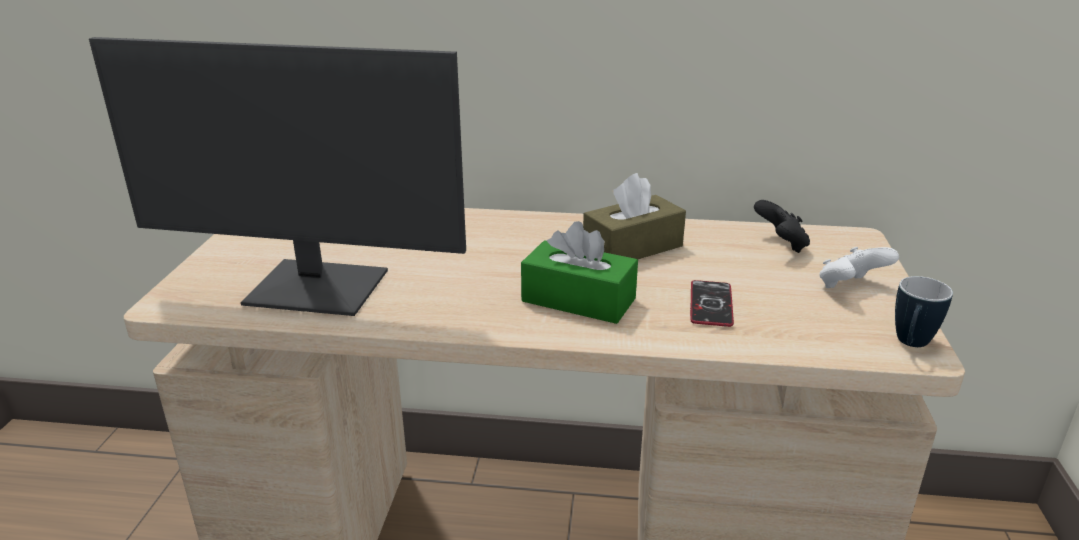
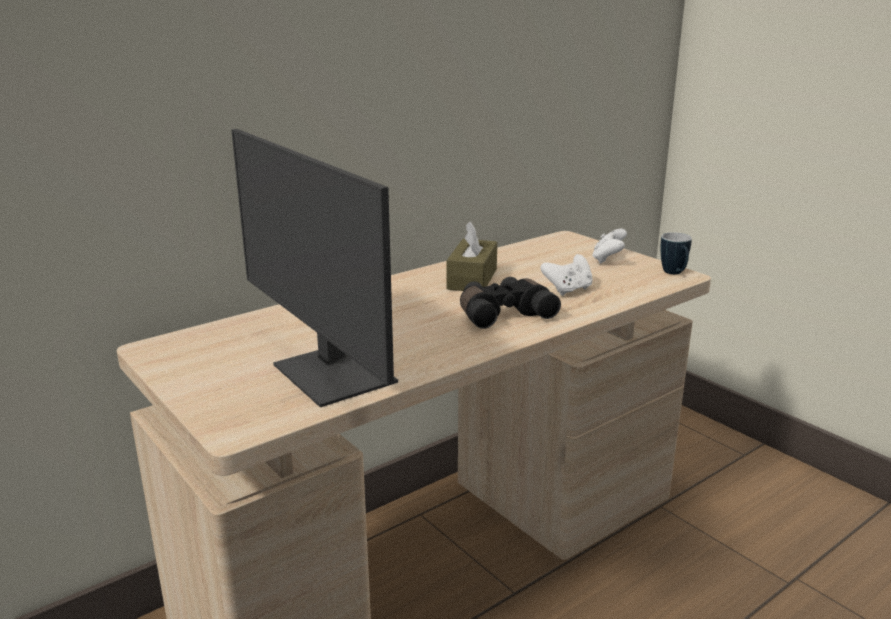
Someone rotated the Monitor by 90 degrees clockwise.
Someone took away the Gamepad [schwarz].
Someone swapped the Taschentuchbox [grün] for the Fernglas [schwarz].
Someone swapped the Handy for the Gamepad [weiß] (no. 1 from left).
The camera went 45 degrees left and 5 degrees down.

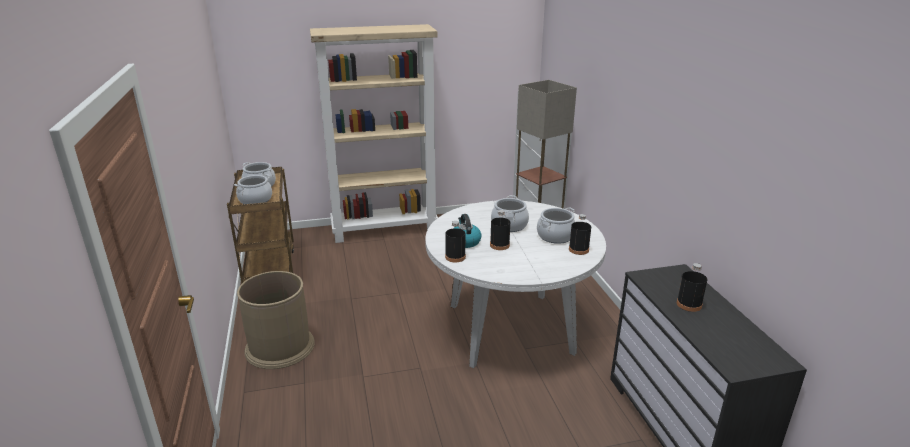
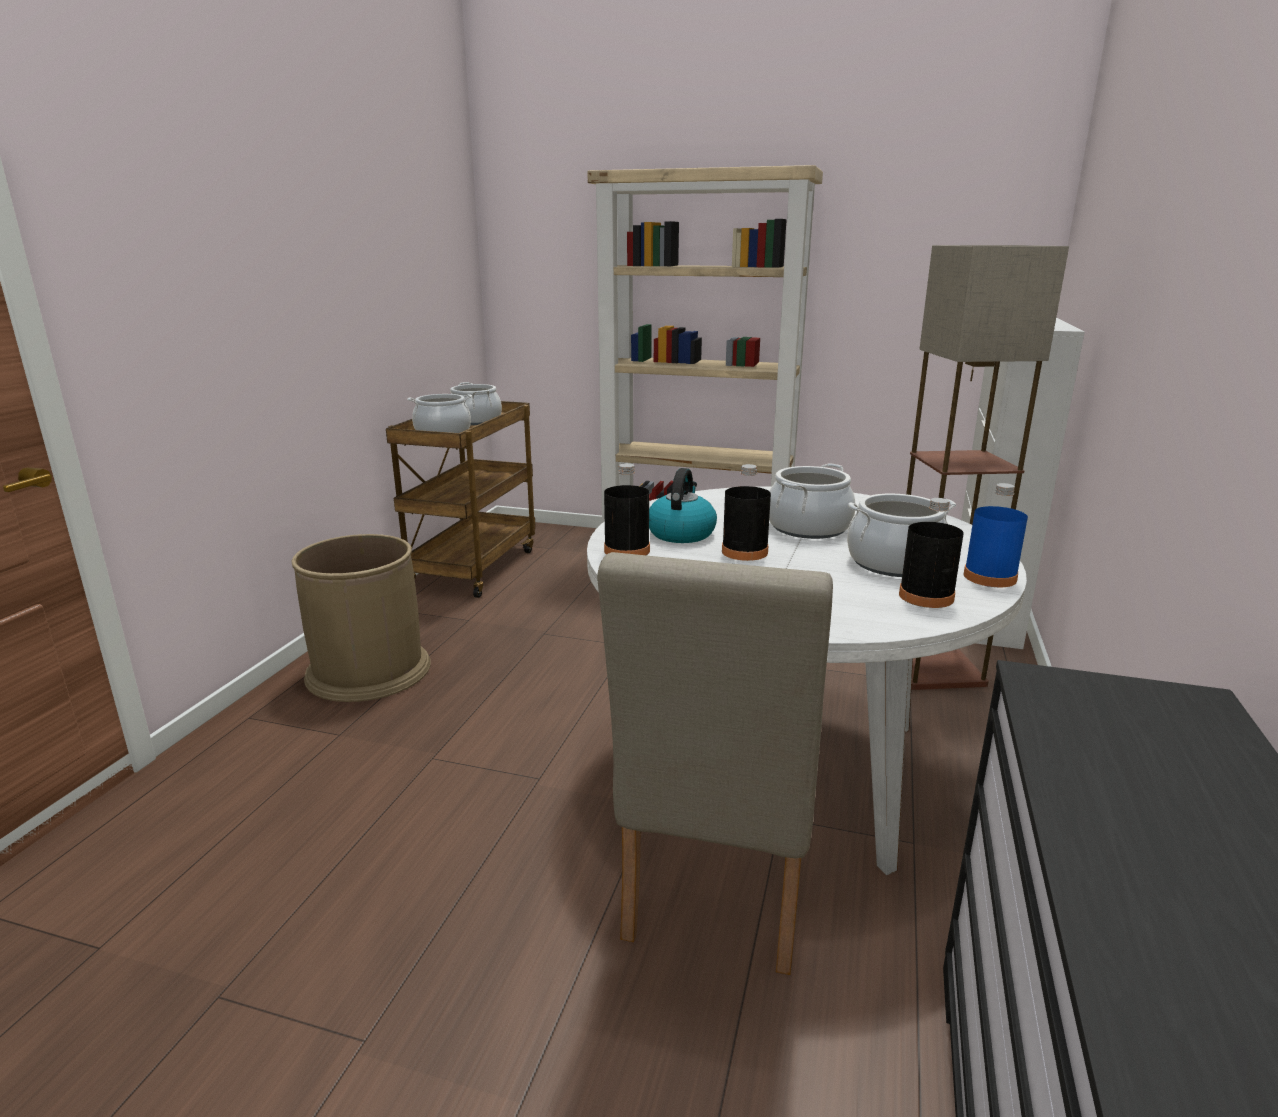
Someone took away the Flasche [schwarz] (no. 4 from left).
Someone put down the Flasche [blau].
Someone put down the Stuhl [beige].
The camera went 30 degrees right and 5 degrees down.

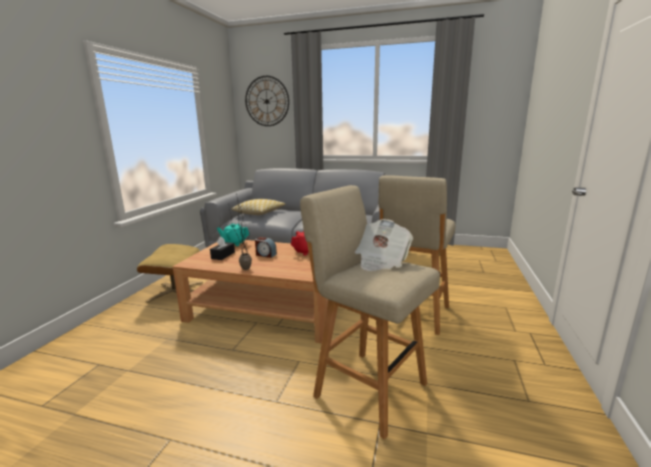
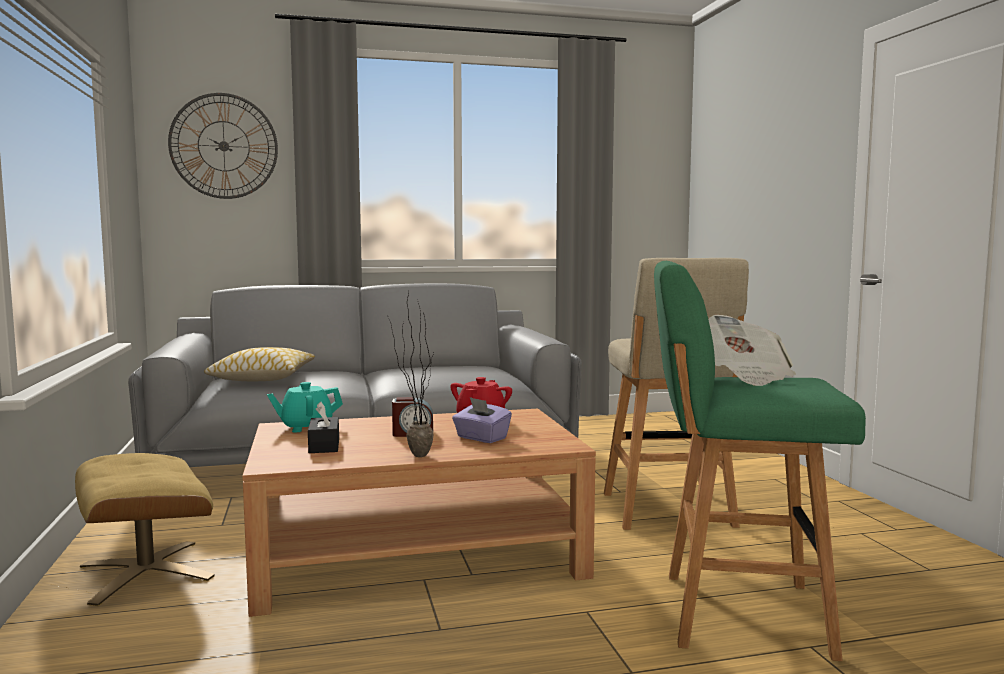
Someone repainted the Hocker [beige] (no. 1 from left), which became the Hocker [grün].
Someone put down the Taschentuchbox [lila].
The camera went 30 degrees left and 10 degrees down.

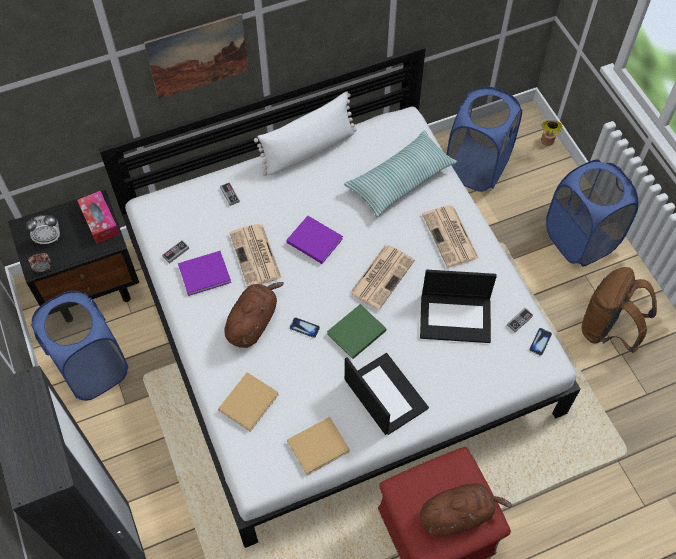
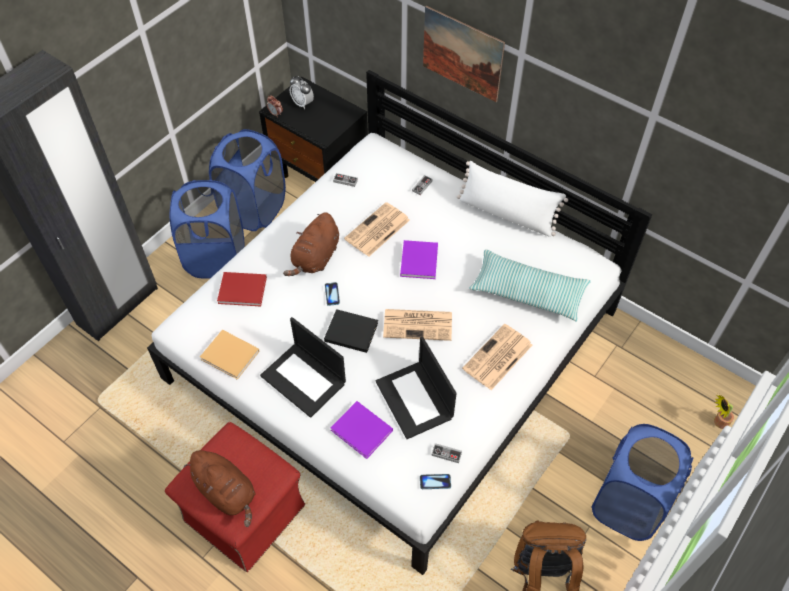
Someone carried the Wäschekorb [blau] (no. 2 from left in the first image).
Someone took away the Taschentuchbox.
Someone carried the Buch [lila] (no. 1 from left).
Someone rotated the Plüschtier [braun] (no. 1 from left in the first image) by 120 degrees clockwise.
Someone repainted the Buch [grün], which became the Buch [schwarz].
Someone rotated the Laptop (no. 1 from left) by 105 degrees clockwise.
Someone repainted the Buch [beige] (no. 1 from left), which became the Buch [rot].
The camera went 60 degrees right and 5 degrees down.

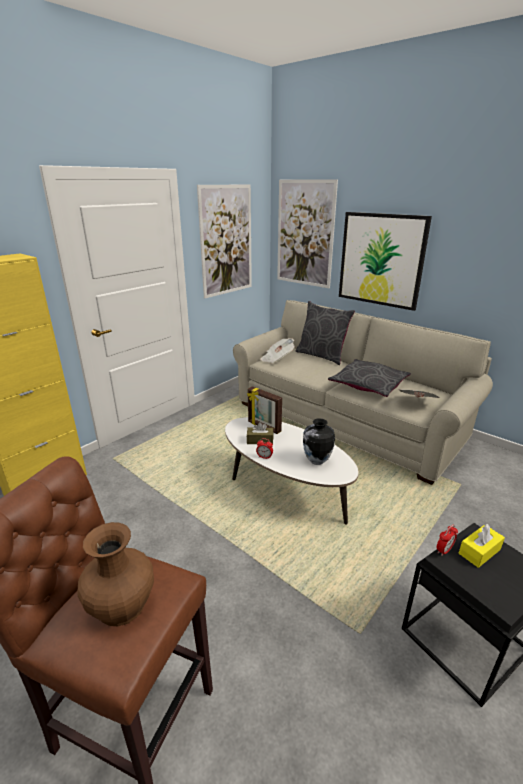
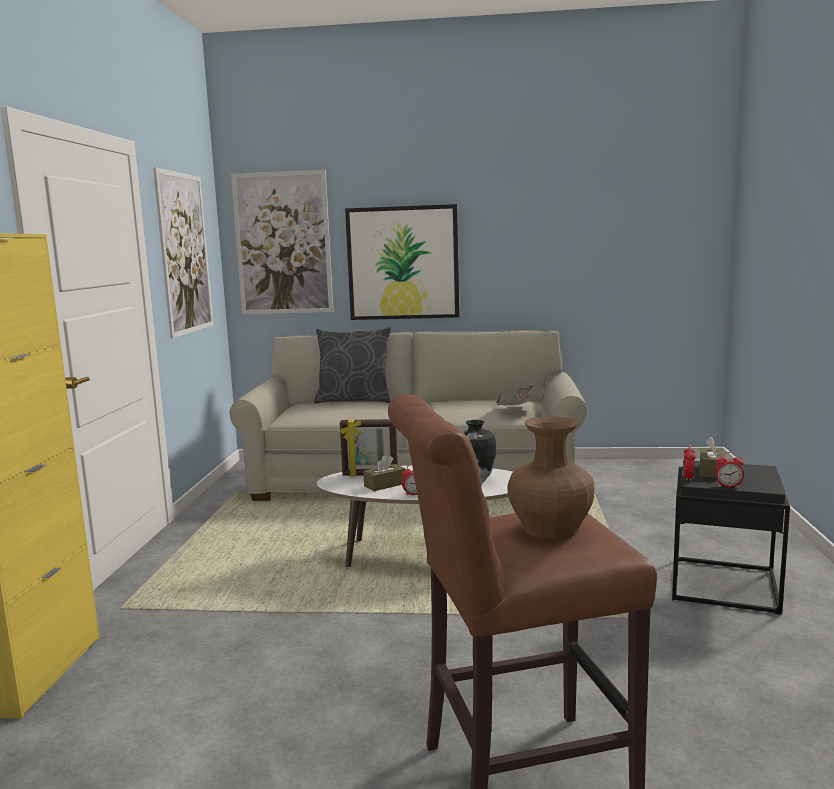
Someone took away the Zeitung (no. 1 from left).
Someone took away the Kissen [grau] (no. 2 from left).
Someone repainted the Taschentuchbox [gelb], which became the Taschentuchbox [braun] (no. 2 from left).
Someone put down the Wecker (no. 3 from left).
The camera went 35 degrees left and 15 degrees down.

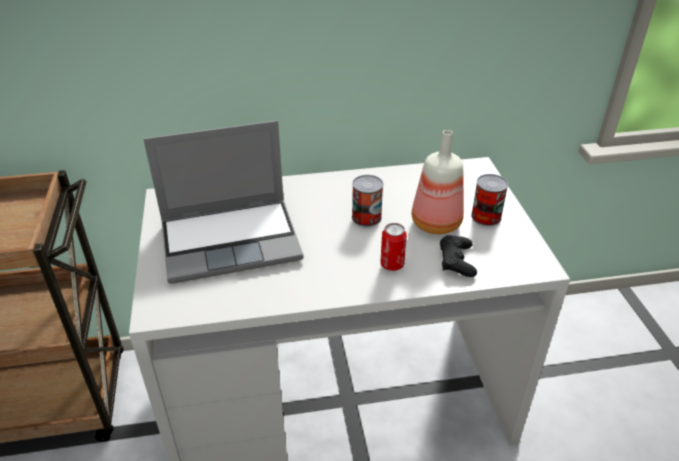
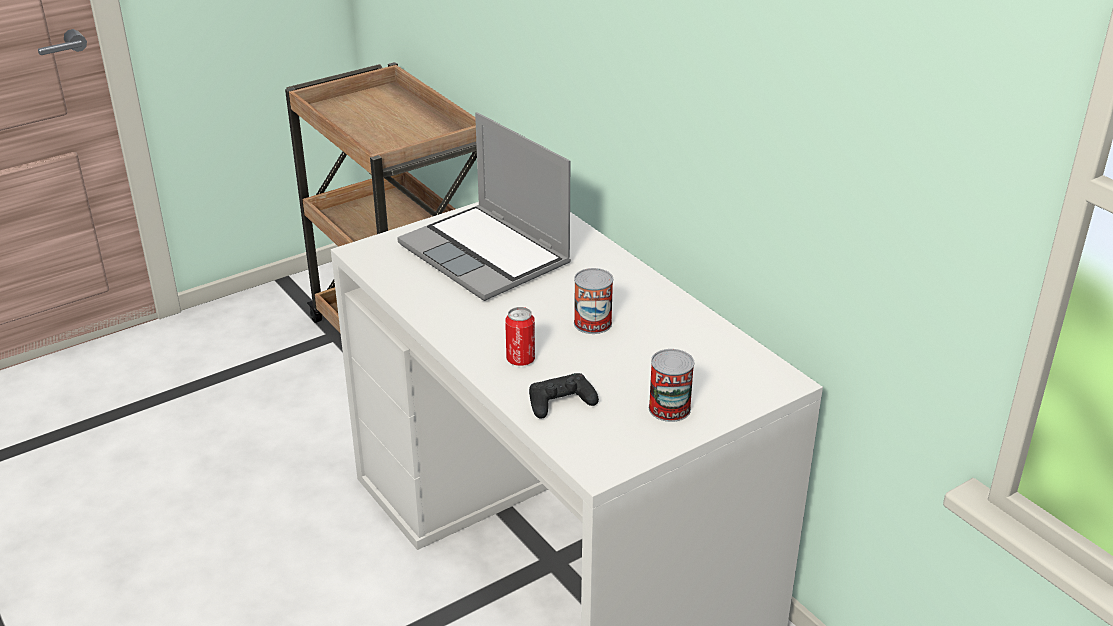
Someone took away the Flasche.
The camera went 65 degrees right and 5 degrees down.

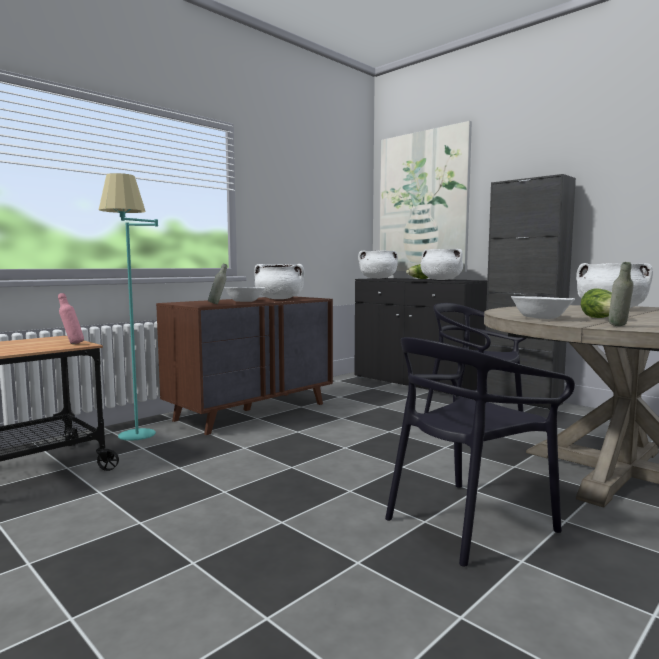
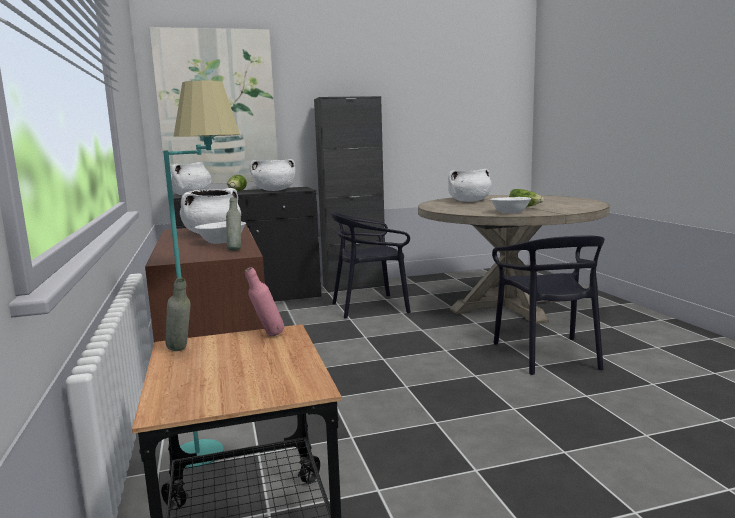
Someone carried the Flasche [grau] (no. 2 from left in the first image).
The camera went 60 degrees left and 5 degrees up.

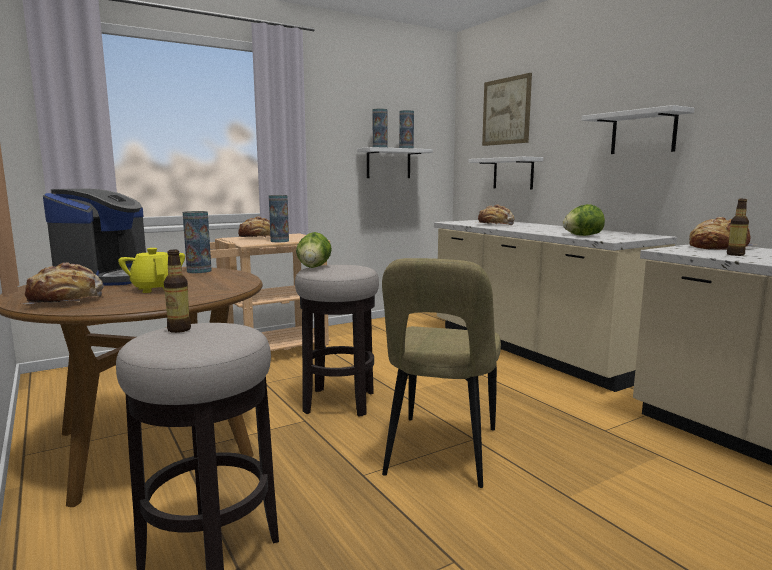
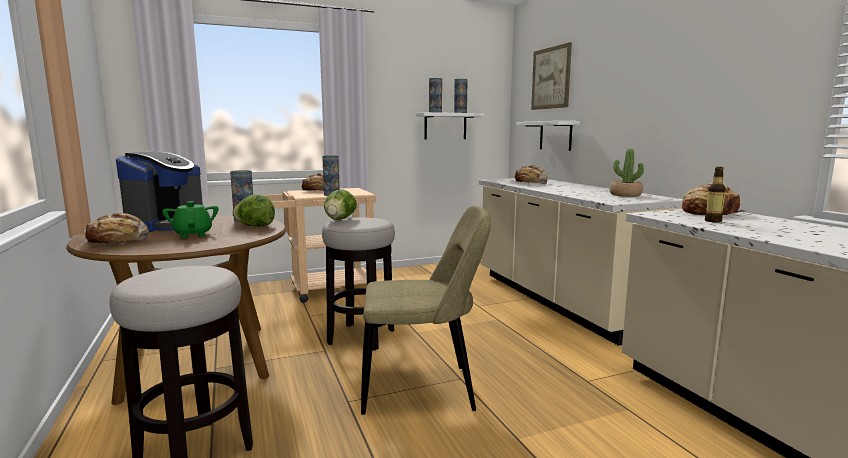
Someone took away the Wandregal [weiß] (no. 3 from left).
Someone carried the Salatkopf (no. 2 from left in the first image).
Someone repainted the Teekanne [gelb], which became the Teekanne [grün].
Someone took away the Flasche (no. 1 from left).
Someone rotated the Stuhl [beige] by 120 degrees counterclockwise.
Someone put down the Topfpflanze.
The camera went 10 degrees right and 0 degrees up.

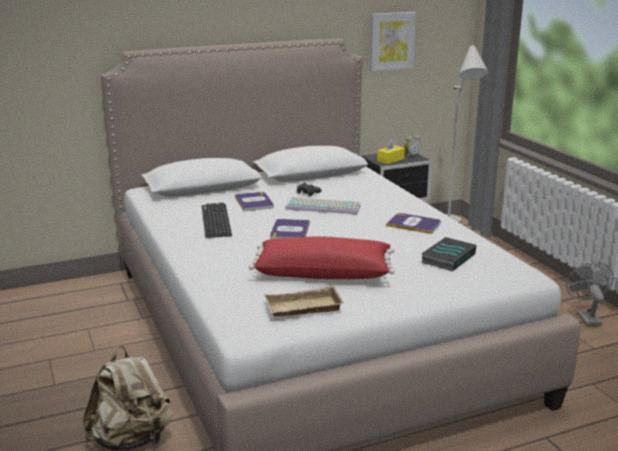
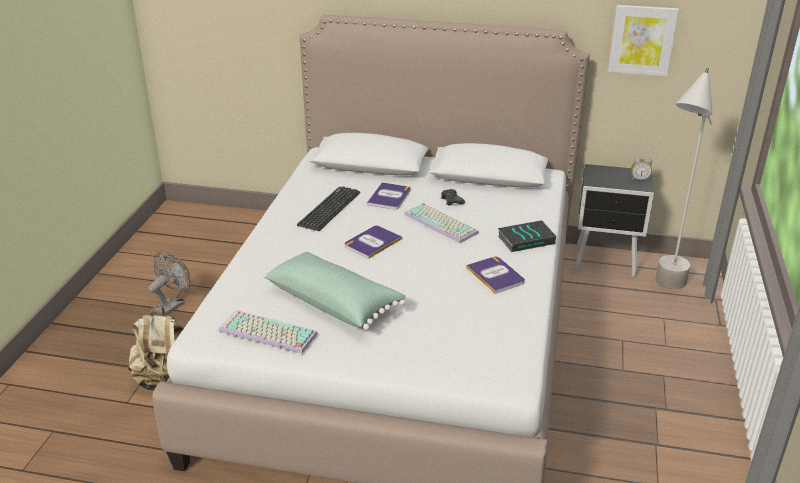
Someone took away the Taschentuchbox [gelb].
Someone repainted the Kissen [rot], which became the Kissen [grün].
Someone carried the Buch (no. 4 from left).
Someone carried the Ventilator [grau].
Someone swapped the Tablett [beige] for the Tastatur (no. 1 from left).
The camera went 35 degrees right and 10 degrees up.

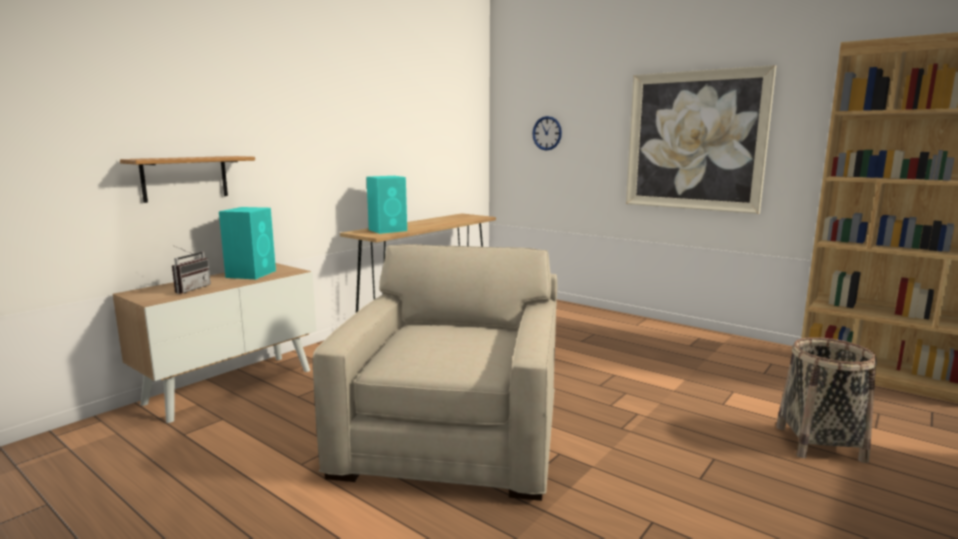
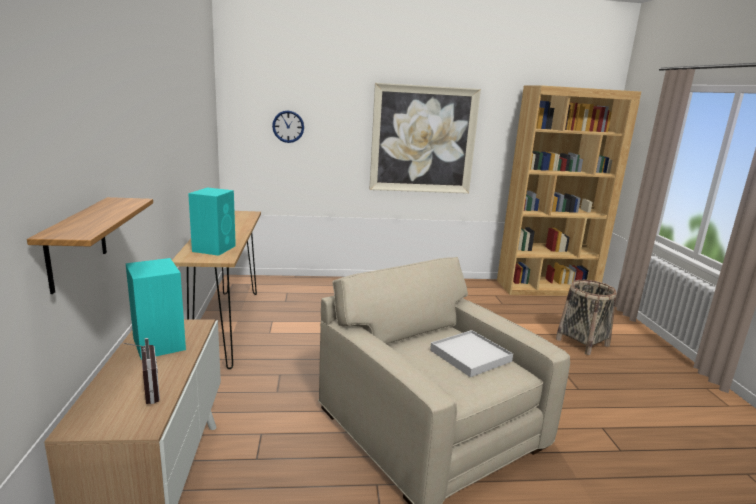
Someone put down the Tablett [weiß].
The camera went 45 degrees left and 5 degrees up.

